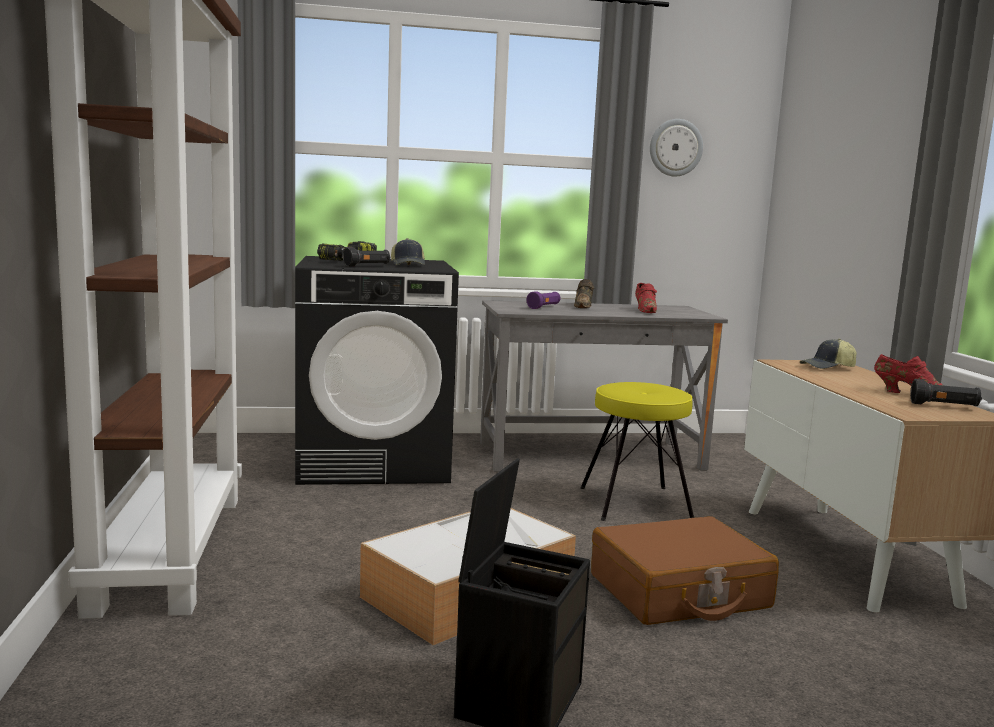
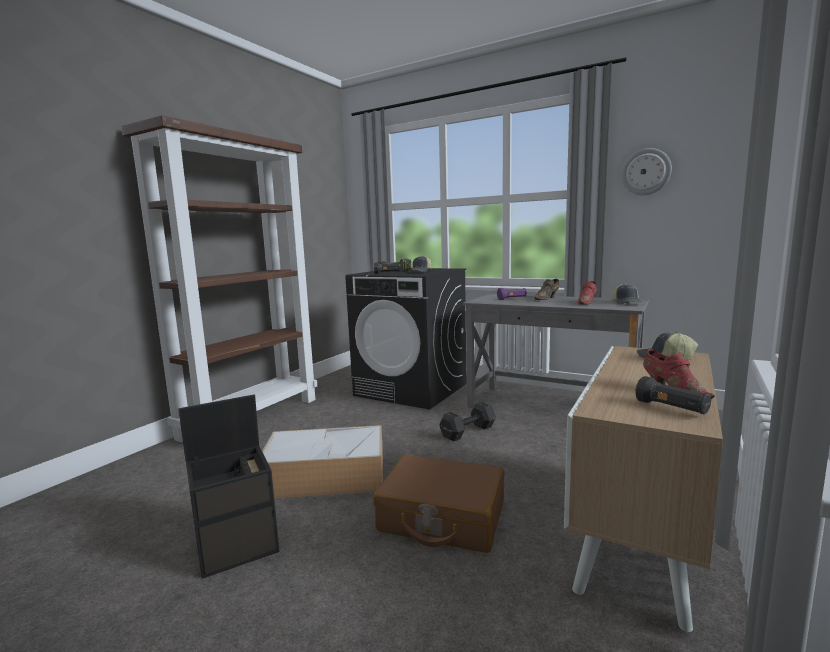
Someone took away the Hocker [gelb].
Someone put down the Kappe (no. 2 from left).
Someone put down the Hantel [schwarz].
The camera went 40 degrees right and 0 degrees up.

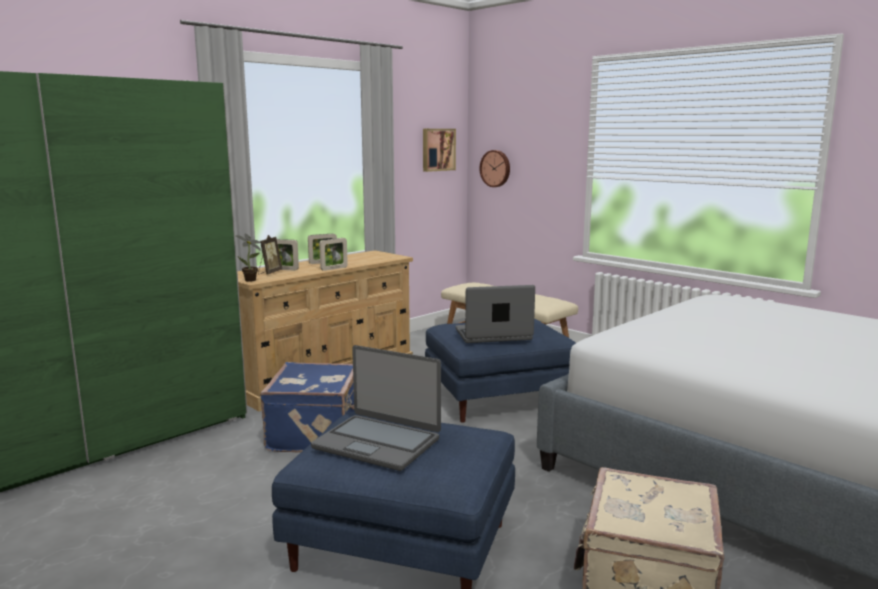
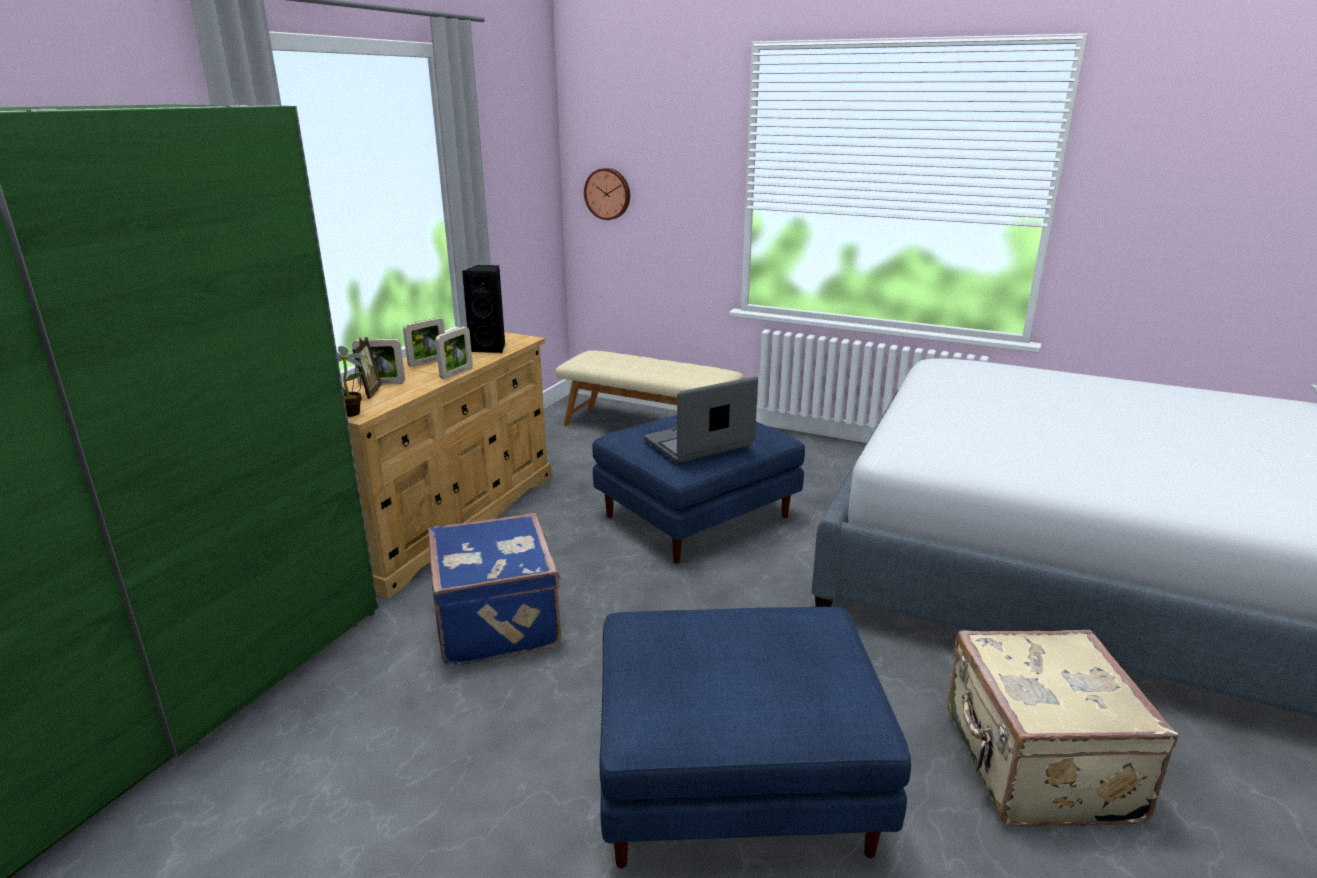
Someone took away the Bild.
Someone took away the Laptop (no. 1 from left).
Someone put down the Lautsprecher [schwarz].
The camera went 20 degrees left and 10 degrees up.

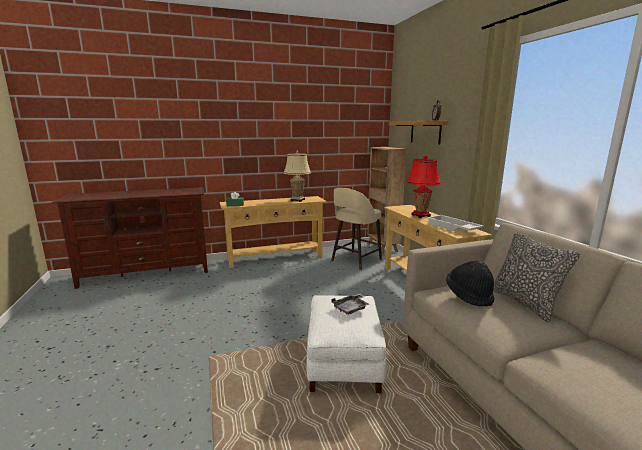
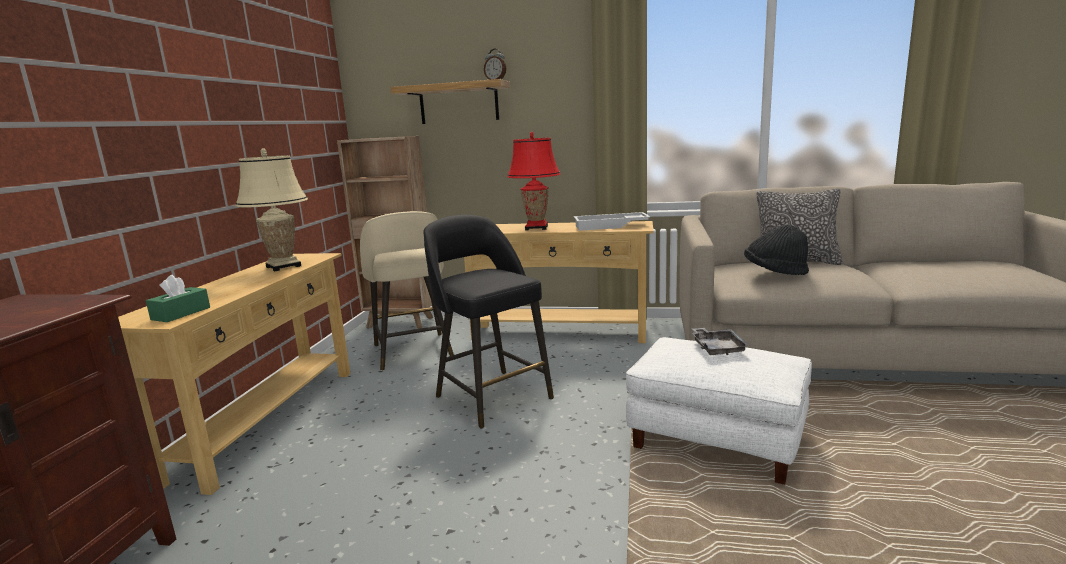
Someone put down the Hocker [schwarz].
The camera went 60 degrees left and 0 degrees up.

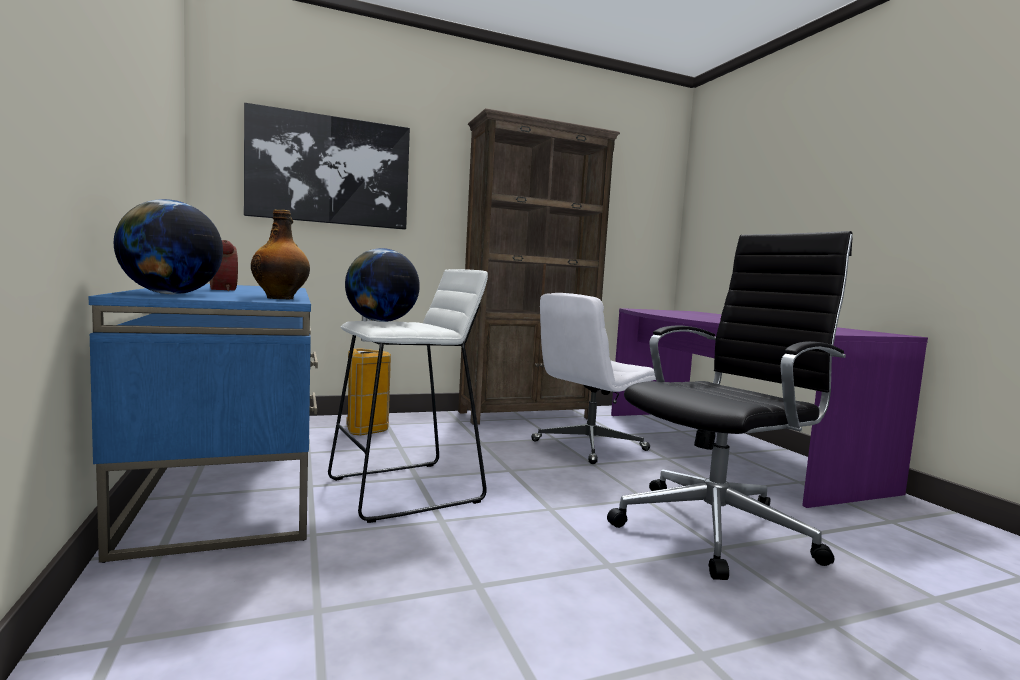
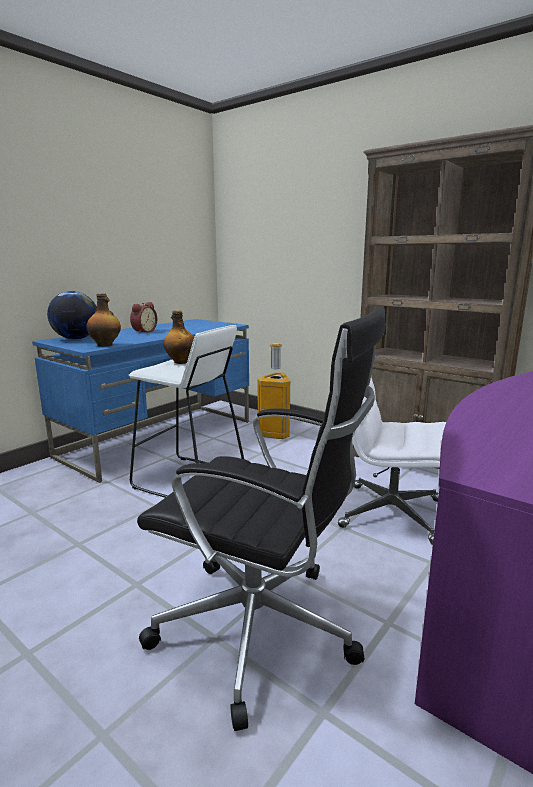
Someone took away the Bild.
Someone swapped the Globus (no. 2 from left) for the Flasche (no. 2 from left).
The camera went 60 degrees right and 10 degrees up.

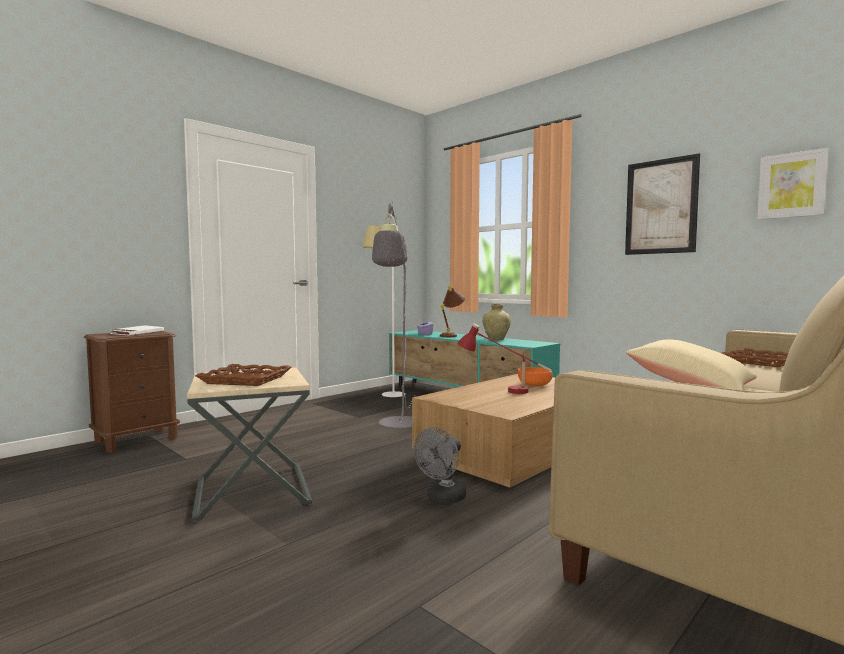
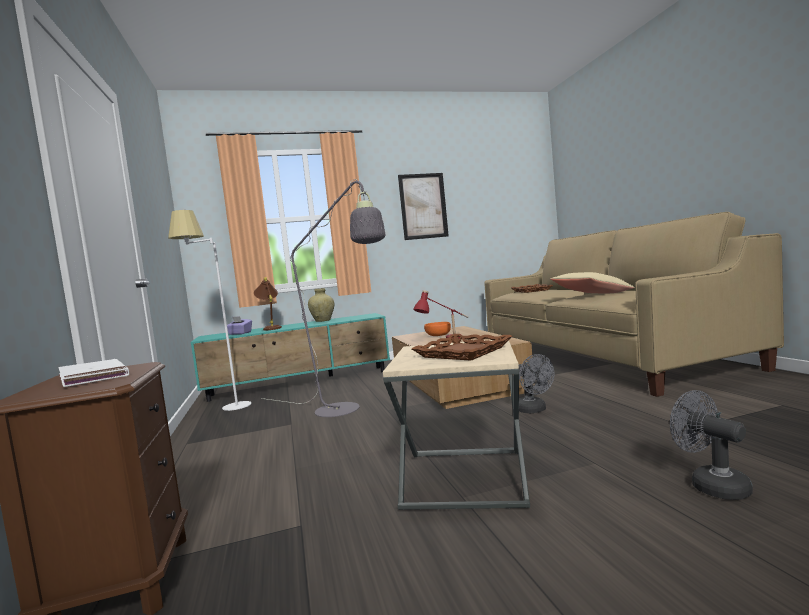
Someone took away the Bild (no. 2 from left).
Someone put down the Ventilator [grau] (no. 2 from left).
The camera went 60 degrees left and 0 degrees up.

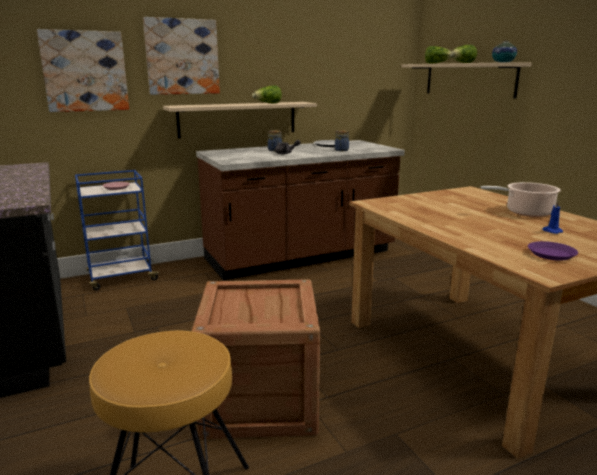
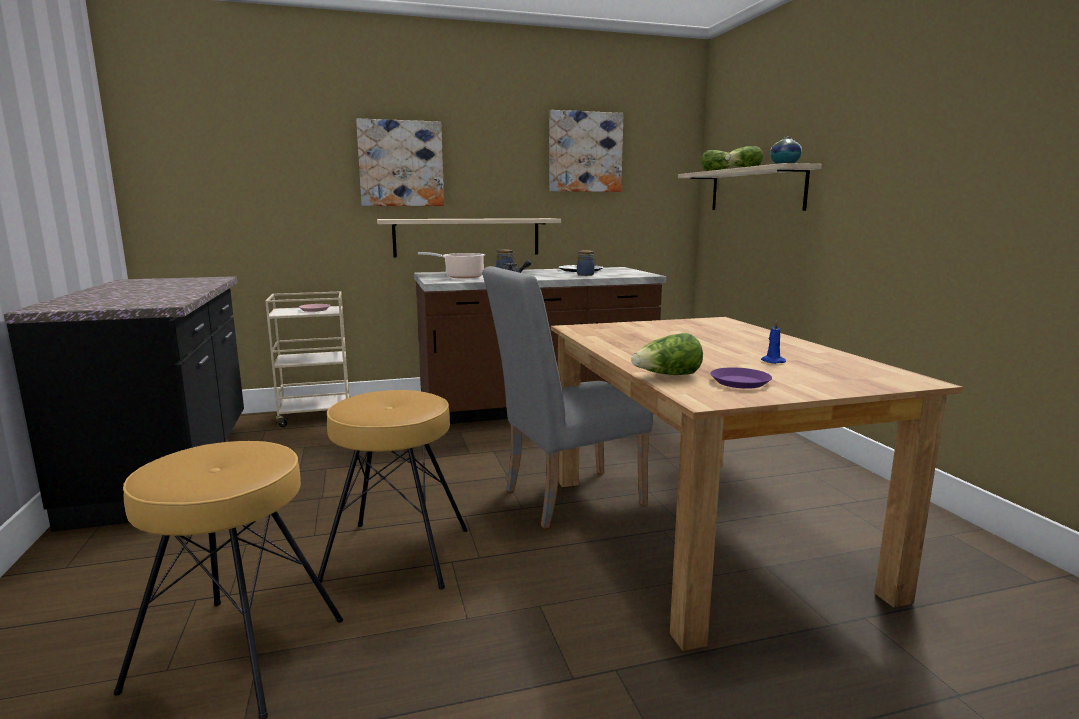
Someone carried the Bild (no. 1 from left in the first image).
Someone carried the Salatkopf (no. 1 from left).
Someone repainted the Rollwagen [blau], which became the Rollwagen [beige].
Someone carried the Kochtopf.
Someone swapped the Kiste for the Hocker [braun] (no. 2 from left).
Someone put down the Stuhl [grau].
The camera went 10 degrees right and 5 degrees down.

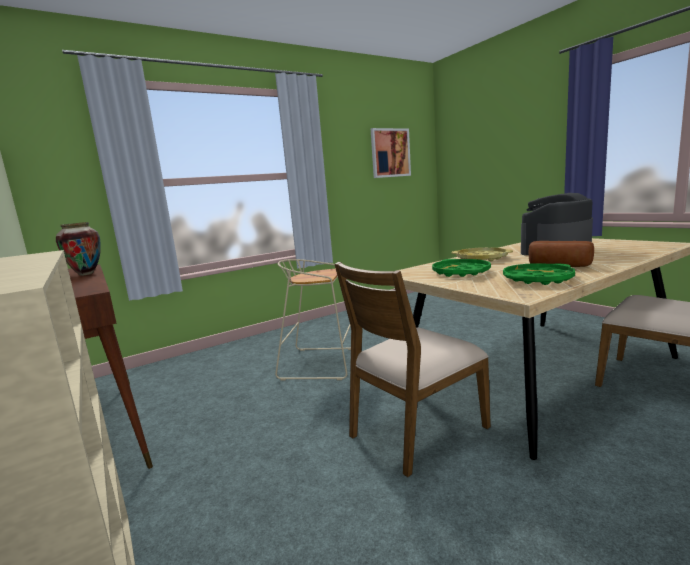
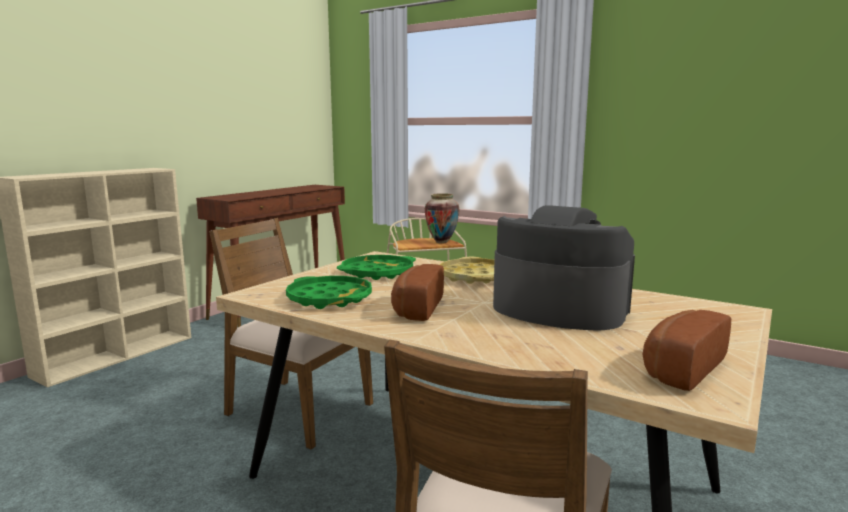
Someone took away the Bild.
Someone carried the Vase.
Someone put down the Brot (no. 2 from left).
The camera went 65 degrees right and 0 degrees up.

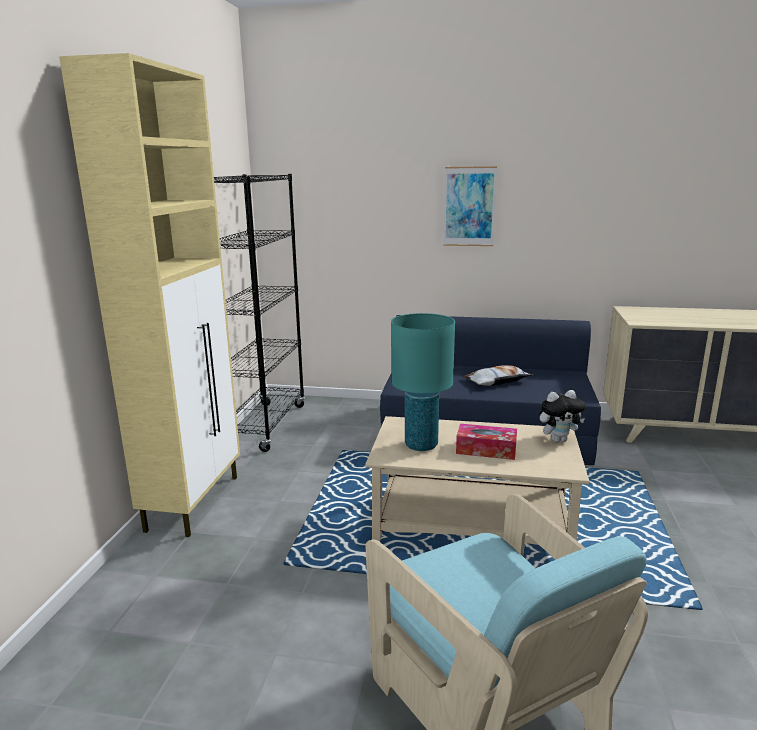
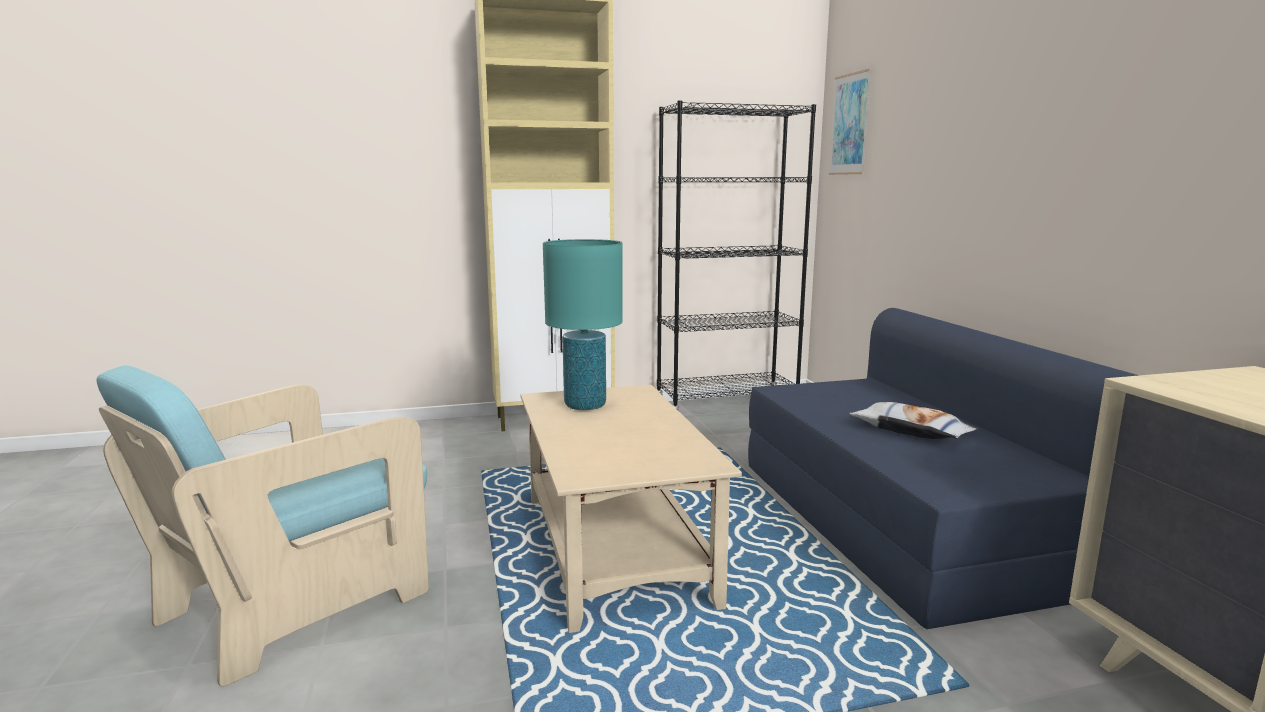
Someone carried the Bild.
Someone took away the Plüschtier.
Someone took away the Taschentuchbox.
The camera went 65 degrees right and 5 degrees down.

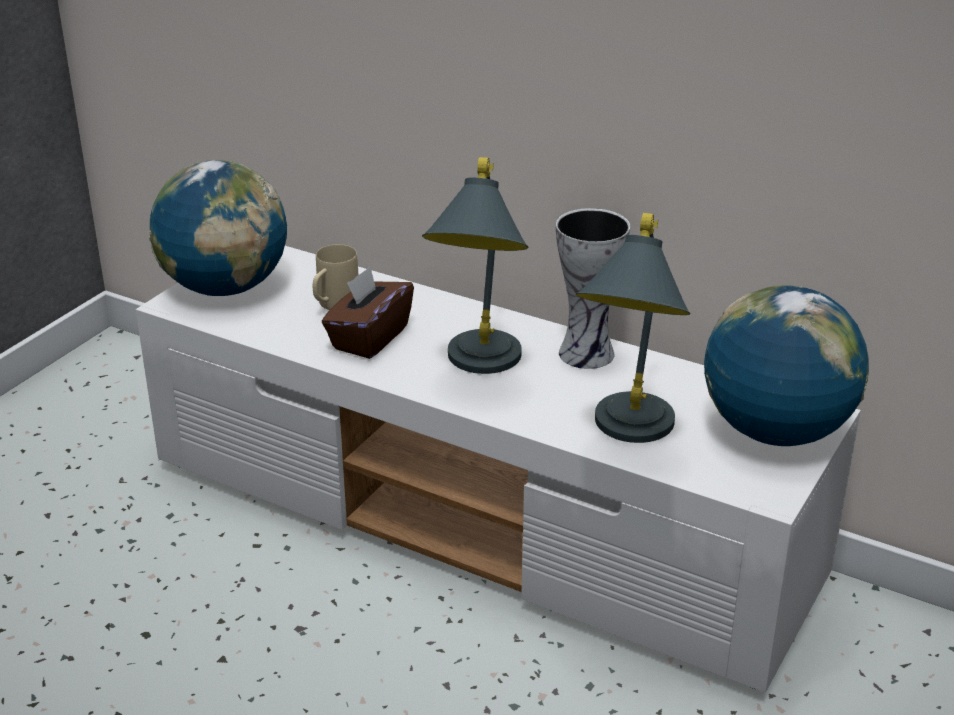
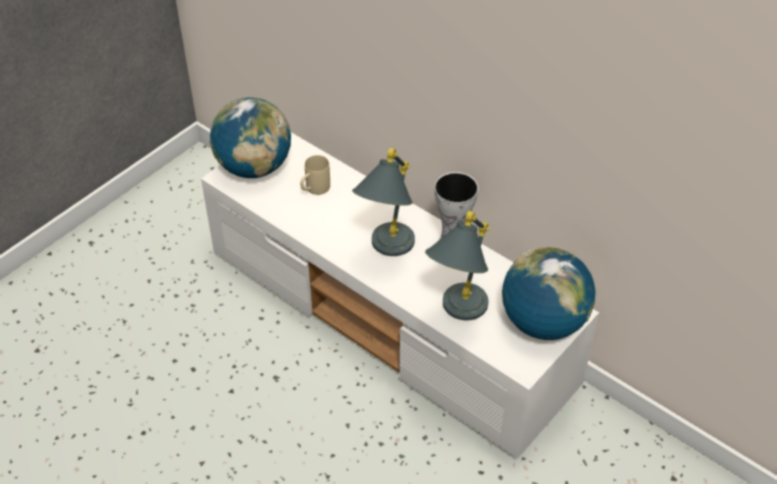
Someone took away the Taschentuchbox [braun].
The camera went 10 degrees right and 15 degrees up.

